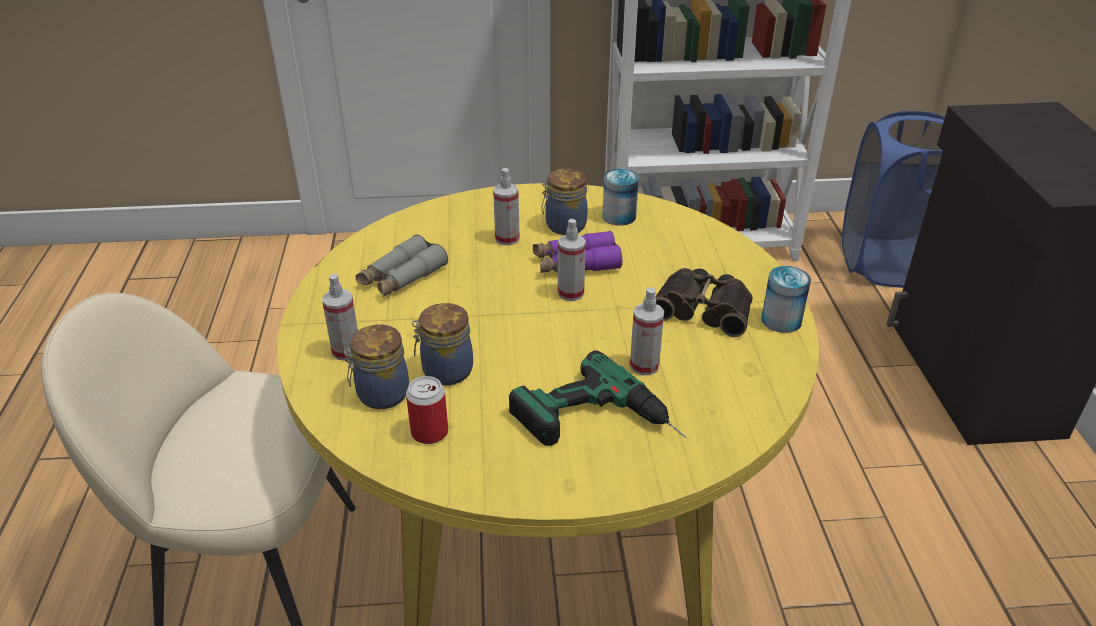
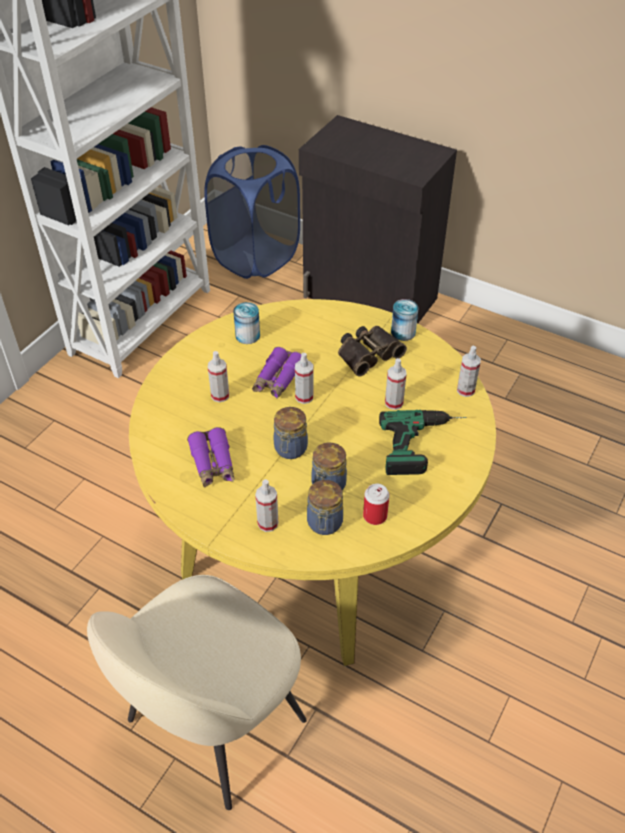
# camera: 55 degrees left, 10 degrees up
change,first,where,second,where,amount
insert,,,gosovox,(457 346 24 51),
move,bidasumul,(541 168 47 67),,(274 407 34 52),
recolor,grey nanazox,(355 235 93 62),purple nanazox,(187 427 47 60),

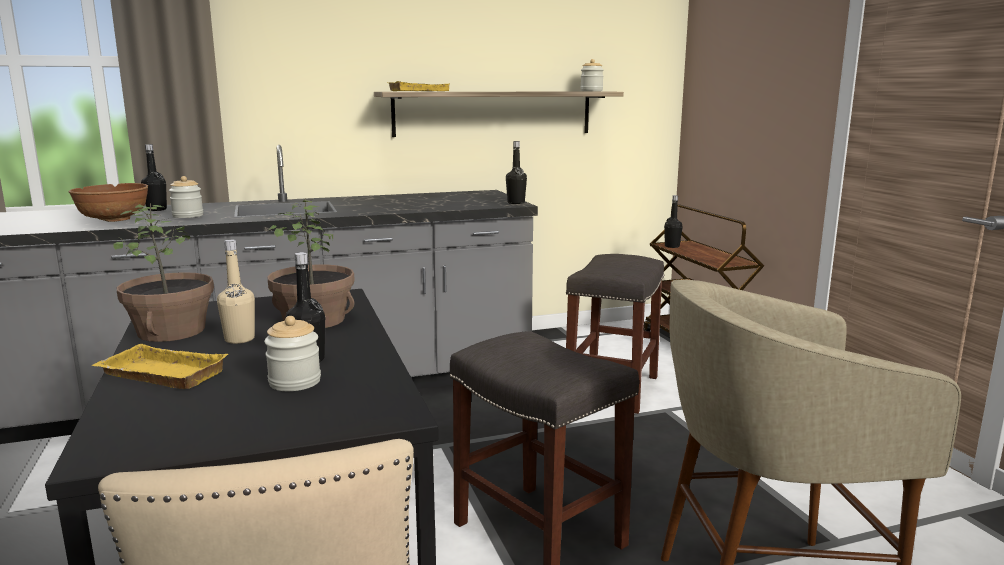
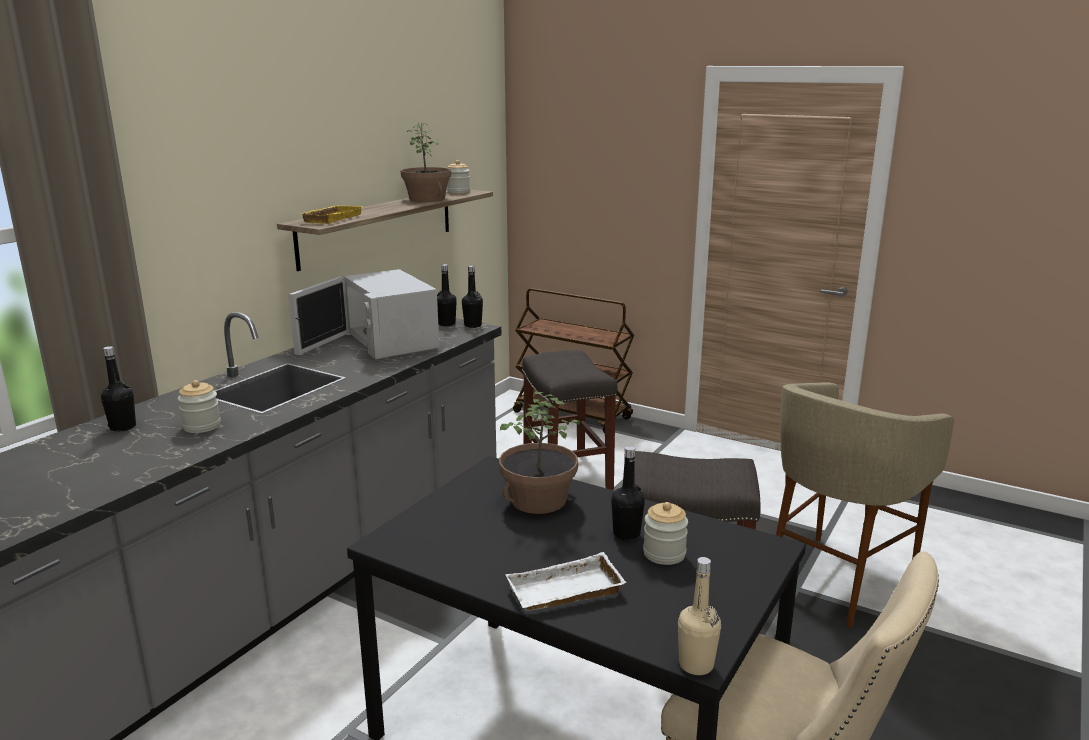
# camera: 40 degrees left, 5 degrees up
change,first,where,second,where,amount
delete,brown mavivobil,(69 183 79 39),,,
insert,,,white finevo,(288 269 151 90),
move,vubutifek,(113 203 101 139),,(401 123 50 79),
move,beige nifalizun,(217 240 38 104),,(678 557 43 118),
move,black nifalizun,(664 195 19 53),,(437 264 20 62),
recolor,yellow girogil,(92 344 136 45),white girogil,(505 552 122 59),

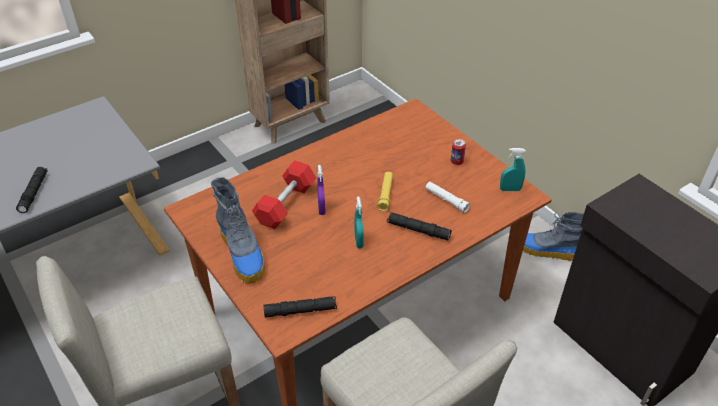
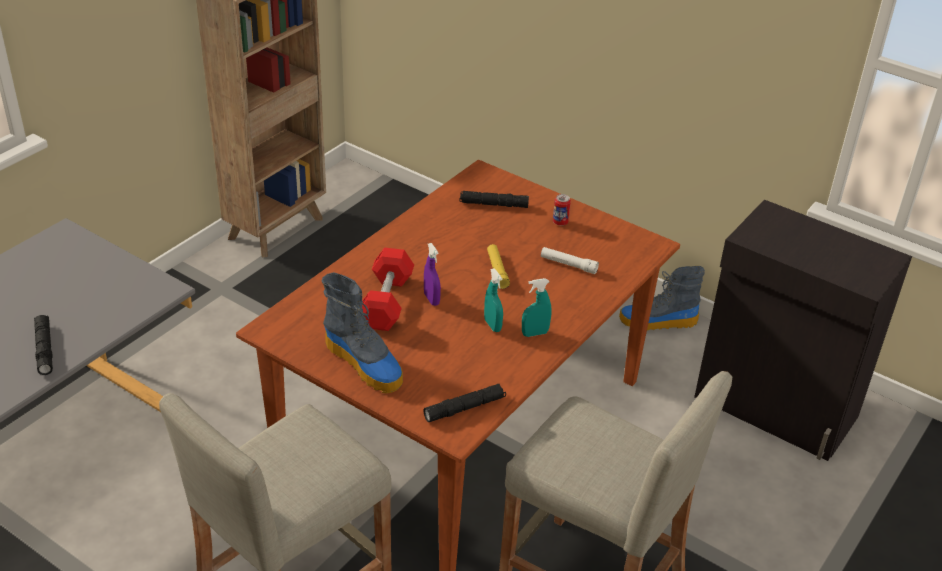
# camera: 20 degrees left, 5 degrees down
change,first,where,second,where,amount
move,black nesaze,(387 212 65 29),,(460 191 69 17),
move,turquoise gosovox,(500 148 26 43),,(522 278 30 59),

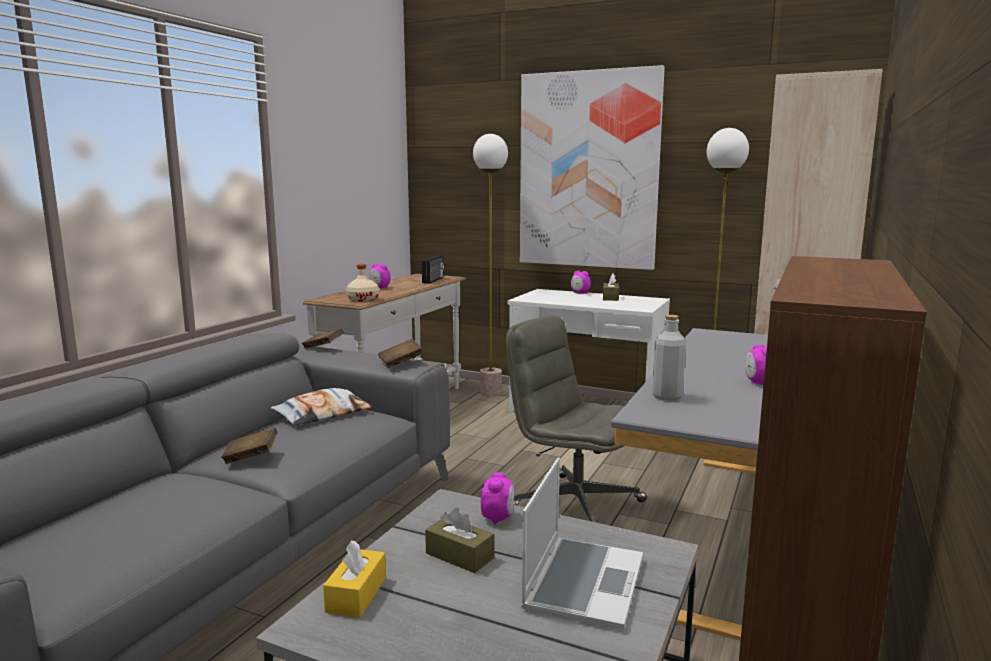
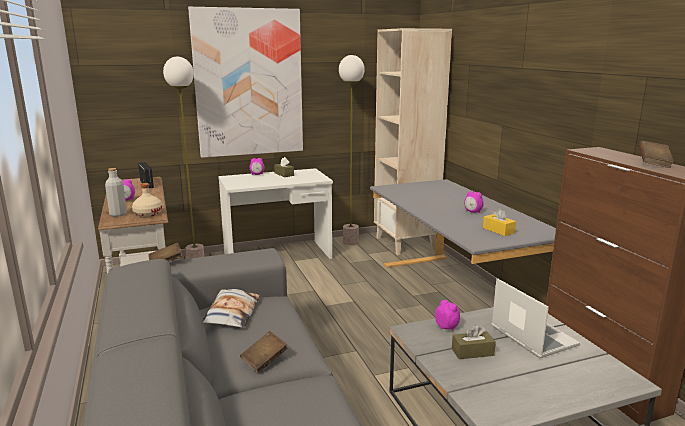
# camera: 45 degrees left, 5 degrees up
change,first,where,second,where,amount
delete,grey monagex,(506 316 141 206),,,
move,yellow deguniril,(323 540 63 78),,(483 207 33 29),
move,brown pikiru,(378 339 45 29),,(639 140 35 28),
move,grey nifalizun,(652 315 34 86),,(105 168 22 49),

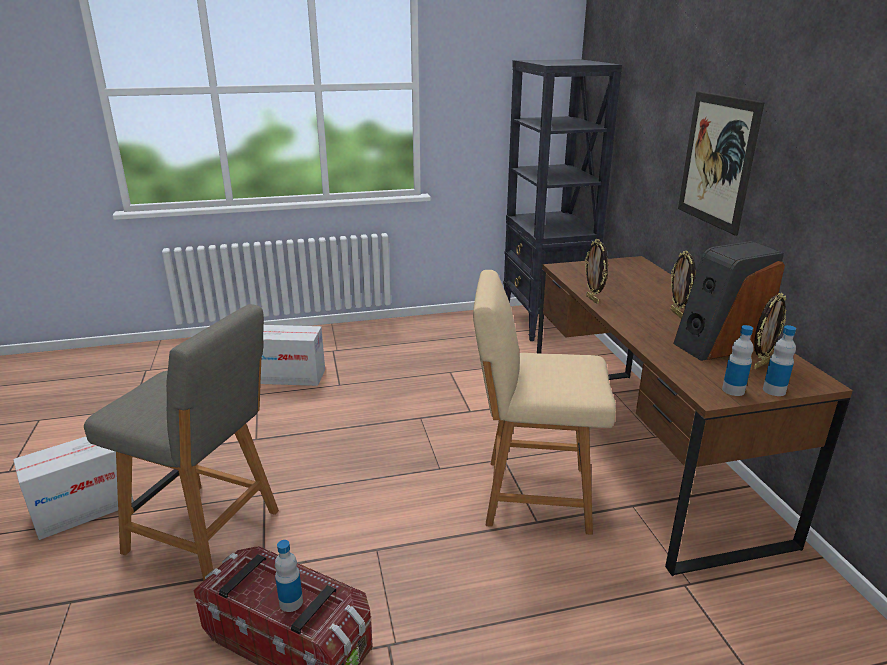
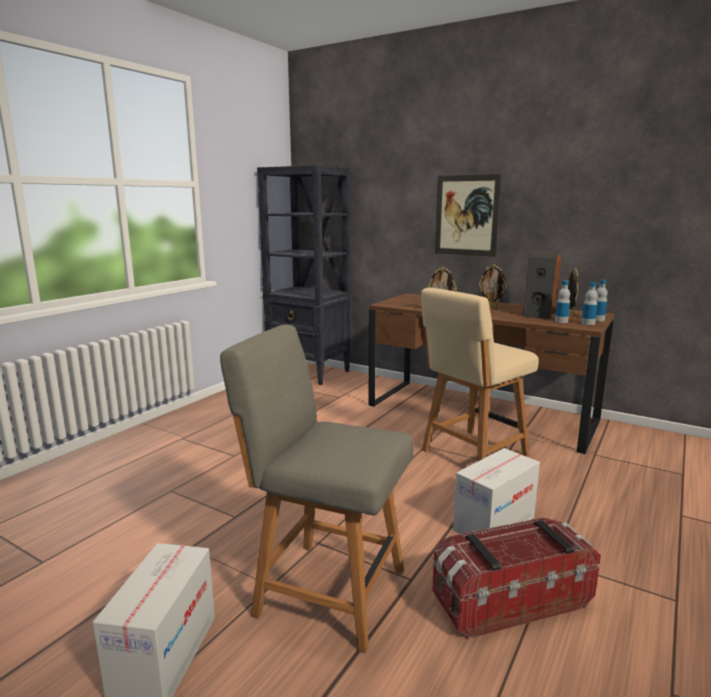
# camera: 45 degrees left, 10 degrees down
change,first,where,second,where,amount
move,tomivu,(261 325 64 61),,(453 448 87 86),
move,nifalizun,(275 540 28 72),,(555 281 15 42),
rotate,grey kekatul,(84 304 195 277),,(220 325 194 328),135 degrees counterclockwise

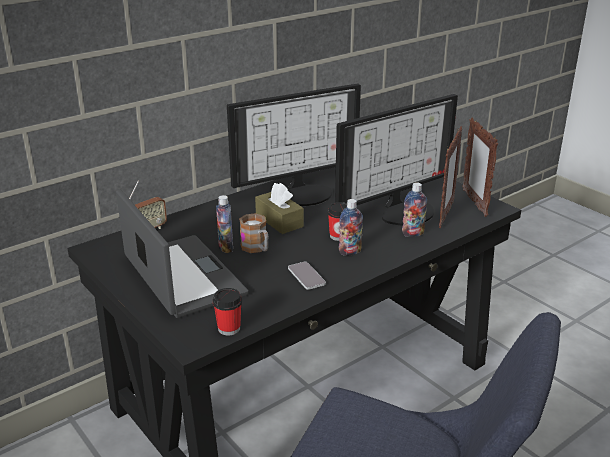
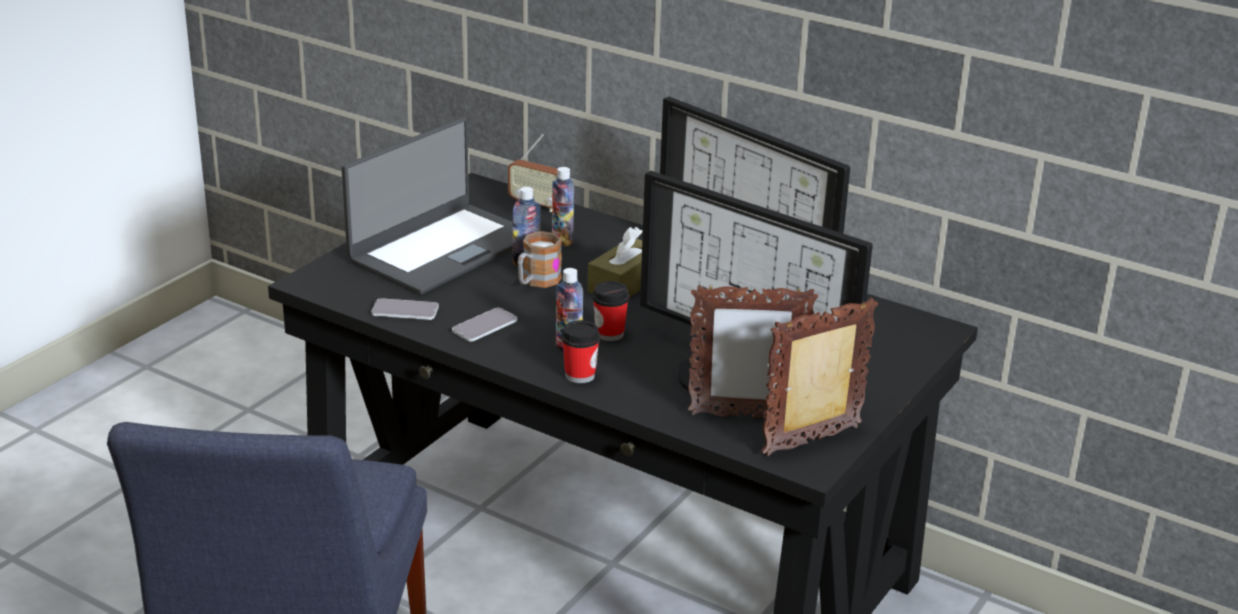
# camera: 70 degrees right, 0 degrees up
change,first,where,second,where,amount
insert,,,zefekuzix,(371 298 68 22),
move,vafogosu,(213 288 29 47),,(561 320 39 63),
move,nifalizun,(402 183 25 54),,(552 167 22 79),

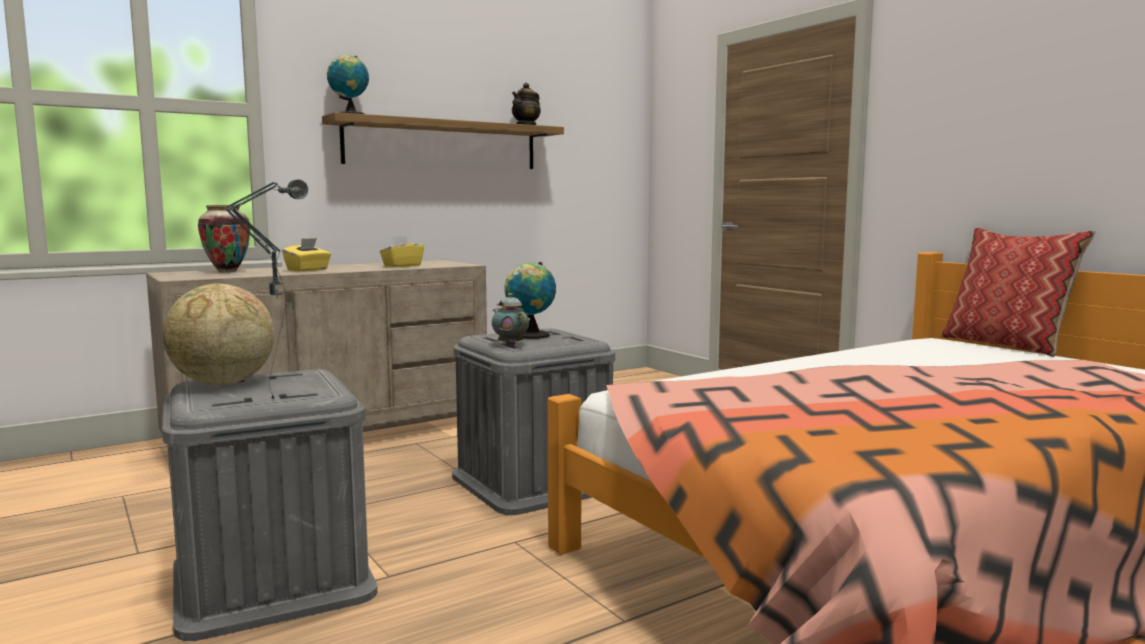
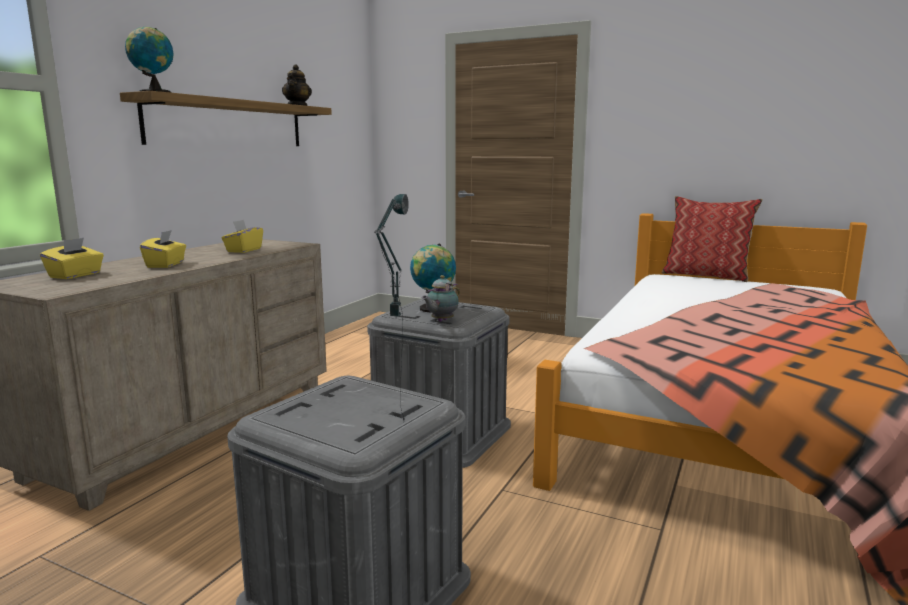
# camera: 30 degrees left, 5 degrees up
change,first,where,second,where,amount
delete,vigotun,(163 284 111 101),,,
replace,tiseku,(198 205 52 68),yellow deguniril,(40 238 64 41),
rotate,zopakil,(492 293 37 53),,(422 275 38 47),75 degrees counterclockwise

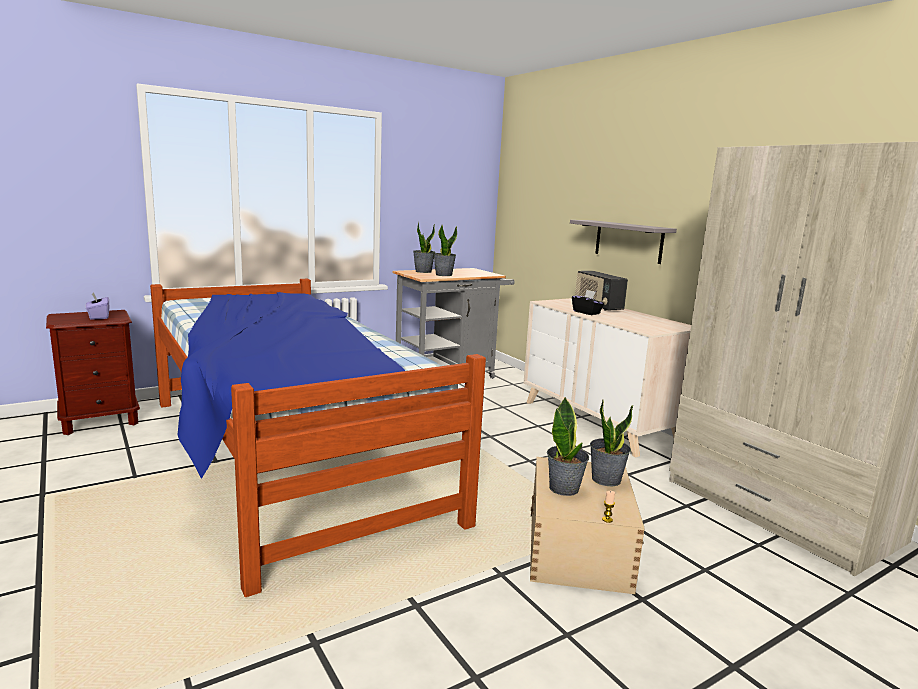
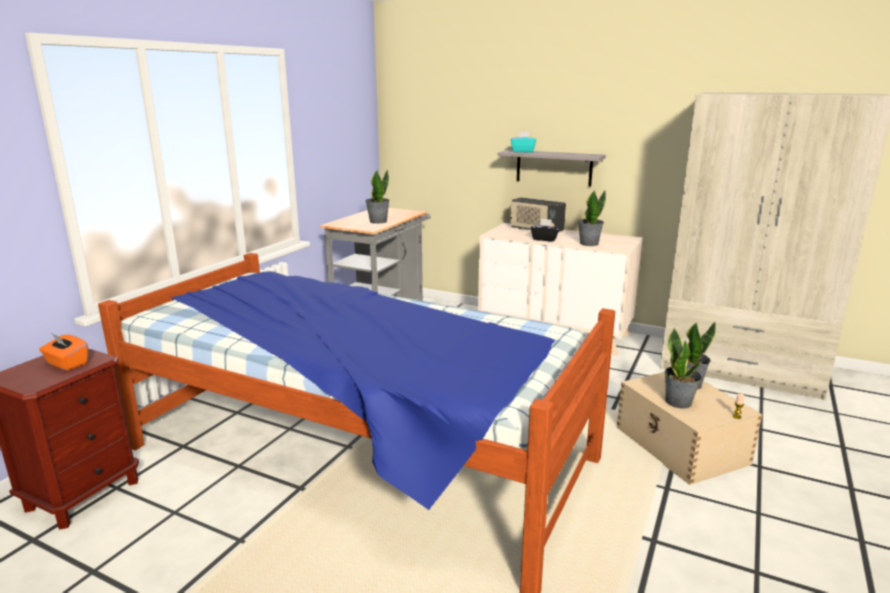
# camera: 30 degrees left, 5 degrees up
change,first,where,second,where,amount
insert,,,turquoise deguniril,(511 132 25 21),
move,vubutifek,(413 222 22 51),,(578 190 28 56),
recolor,purple deguniril,(85 292 24 28),orange deguniril,(39 334 49 37),

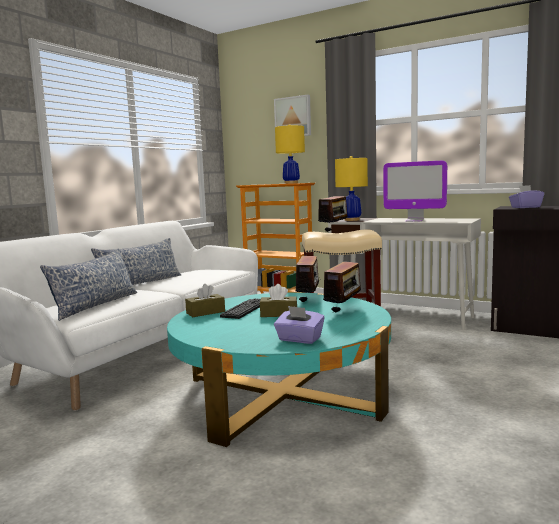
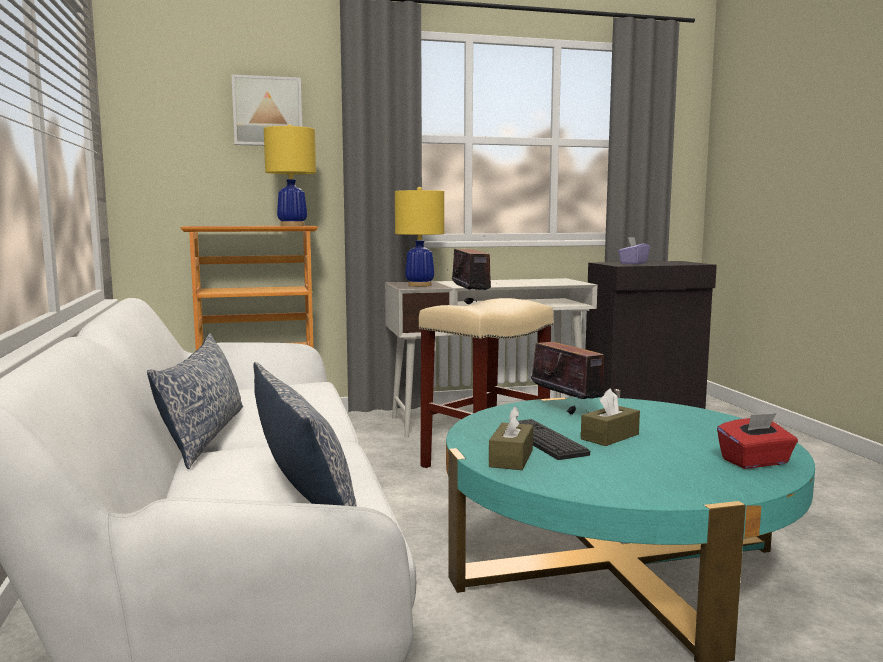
# camera: 45 degrees left, 0 degrees up
change,first,where,second,where,amount
delete,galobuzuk,(319 261 45 52),,,
delete,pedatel,(383 161 64 61),,,
recolor,purple deguniril,(274 306 51 38),red deguniril,(717 413 81 56),

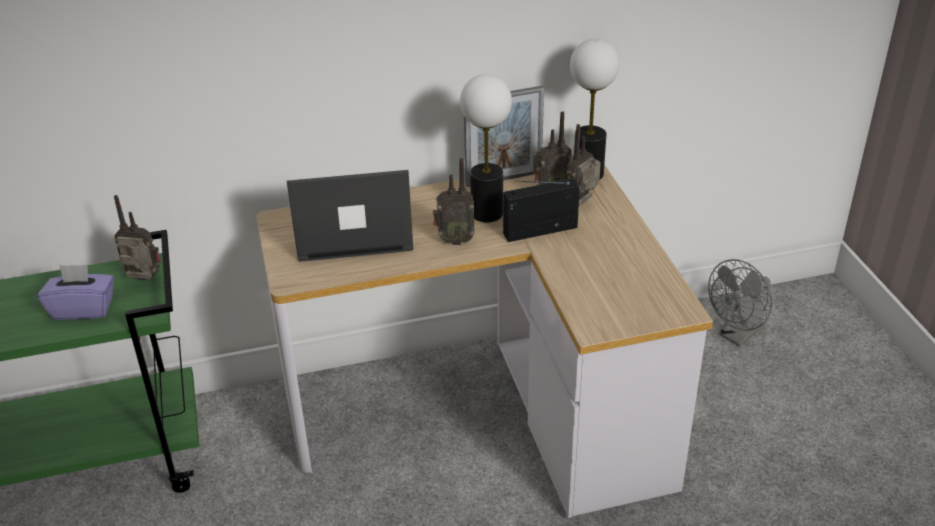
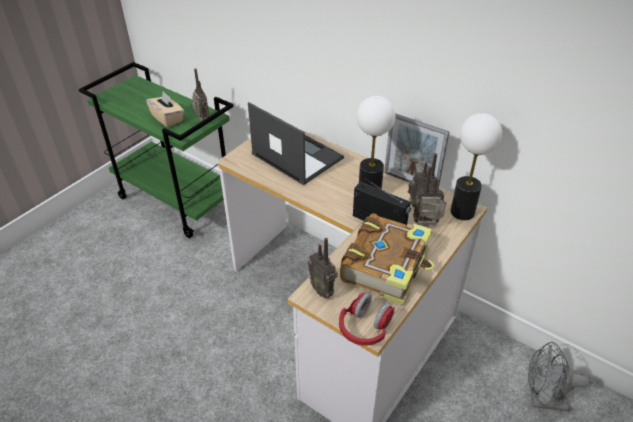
# camera: 50 degrees right, 5 degrees up
change,first,where,second,where,amount
insert,,,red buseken,(339 292 56 54),
insert,,,pikiru,(340 213 94 92),
move,galobuzuk,(433 158 42 87),,(308 238 29 60),
recolor,purple deguniril,(38 265 76 55),beige deguniril,(146 92 38 35),

